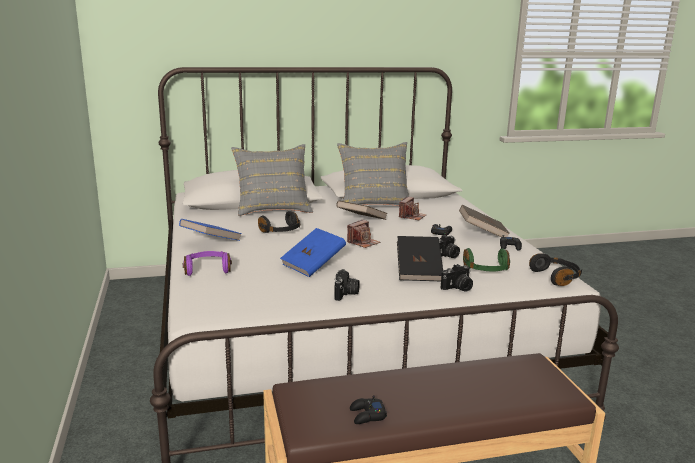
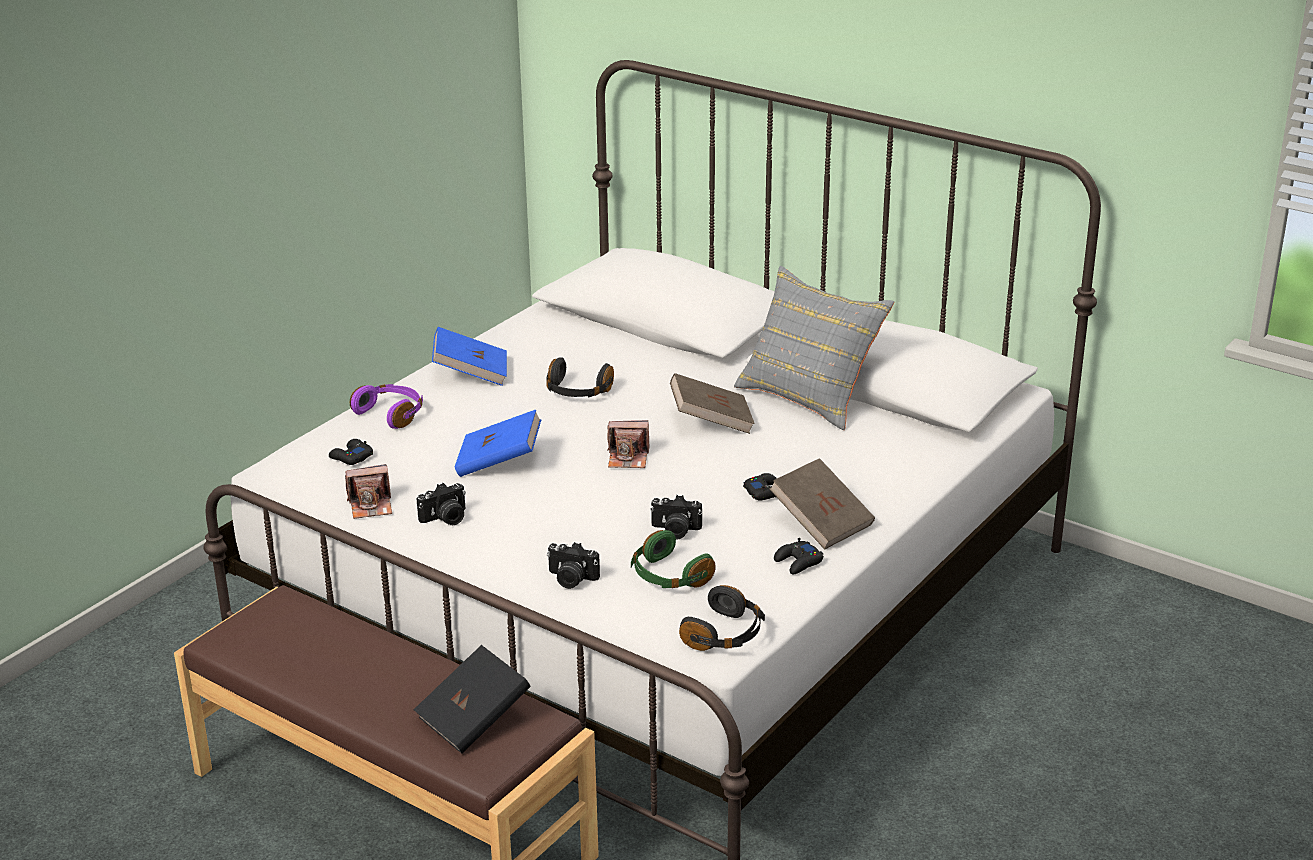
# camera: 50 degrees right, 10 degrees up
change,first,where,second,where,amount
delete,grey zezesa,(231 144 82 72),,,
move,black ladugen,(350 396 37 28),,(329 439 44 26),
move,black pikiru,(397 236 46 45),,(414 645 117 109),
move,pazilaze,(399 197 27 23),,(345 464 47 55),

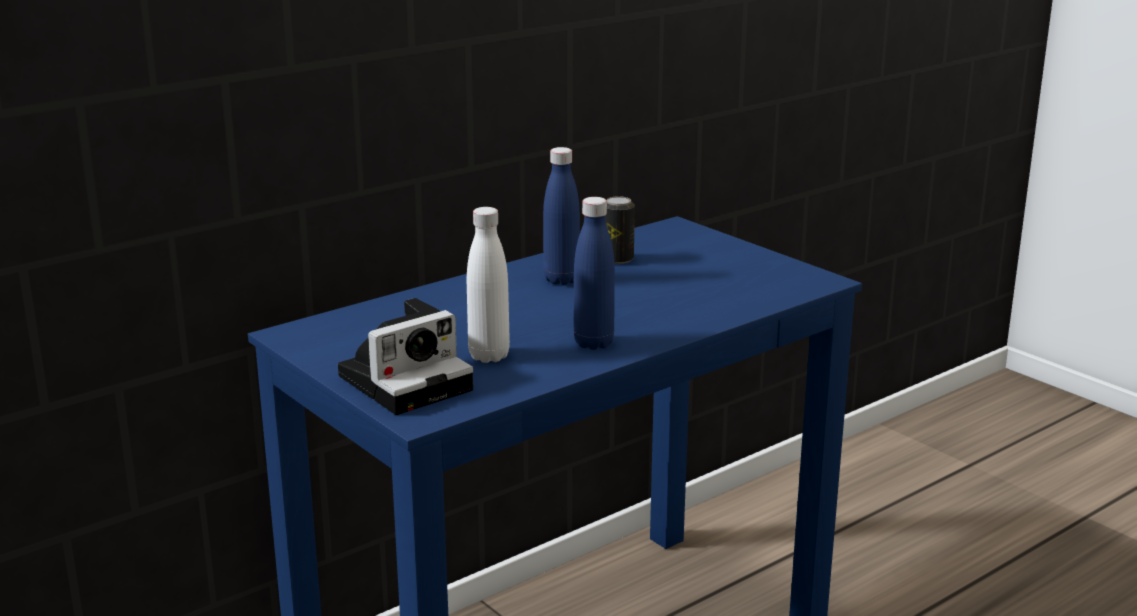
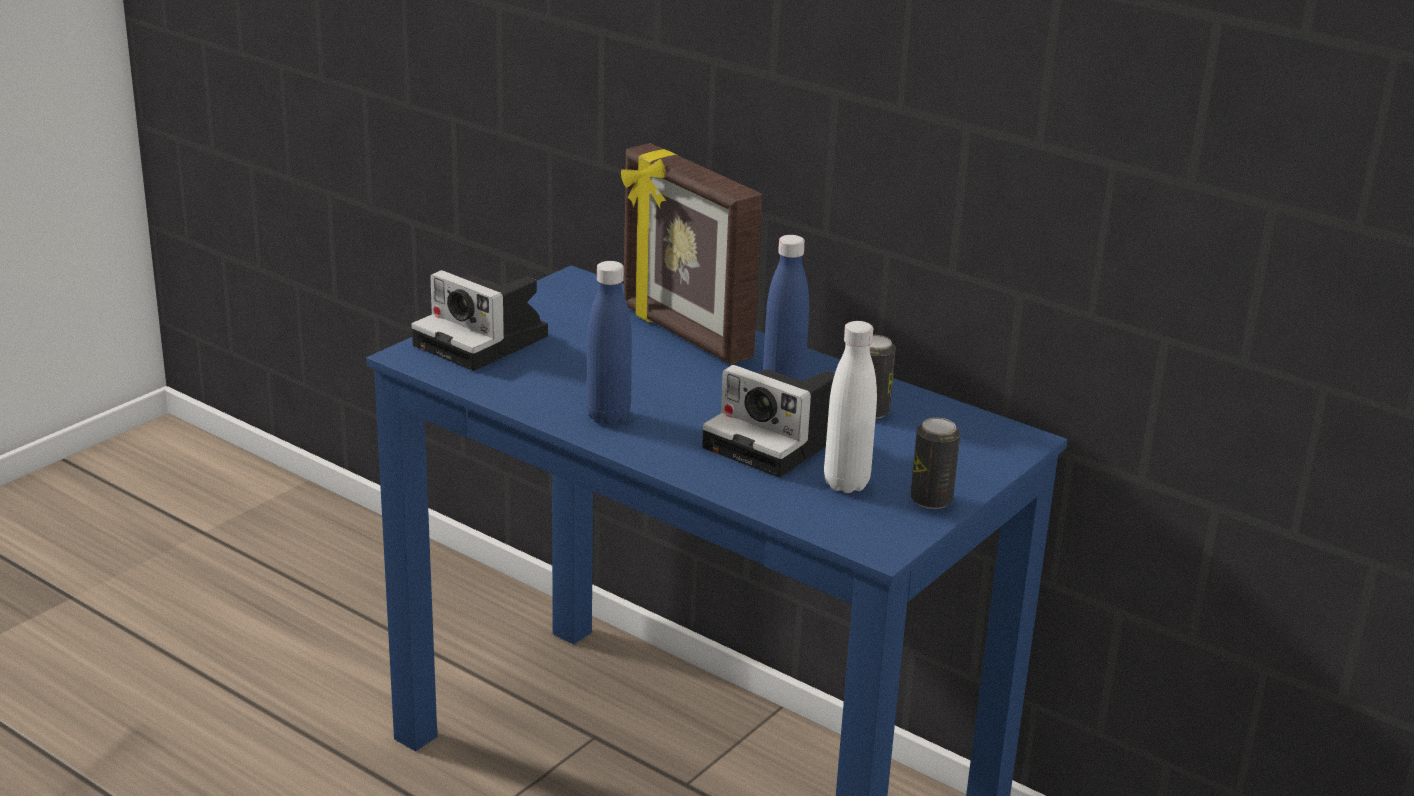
# camera: 75 degrees right, 5 degrees up
change,first,where,second,where,amount
insert,,,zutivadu,(621 143 141 221),
insert,,,pazilaze,(702 365 133 112),
insert,,,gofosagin,(910 418 50 91),
move,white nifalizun,(467 207 43 156),,(824 321 53 172),

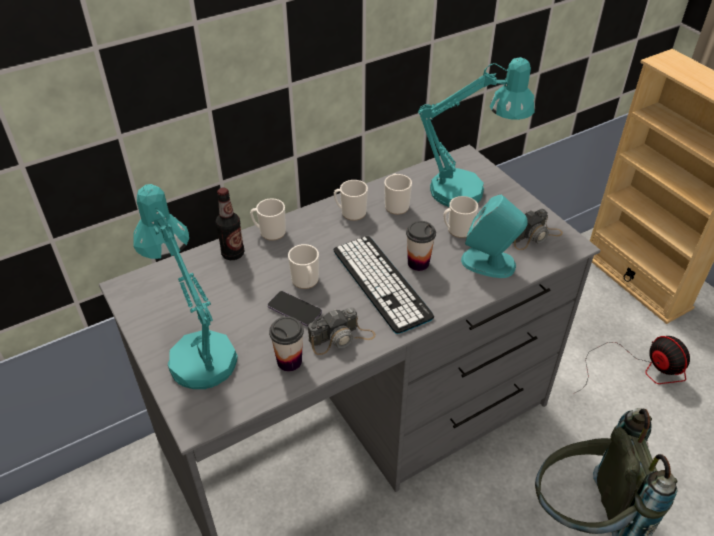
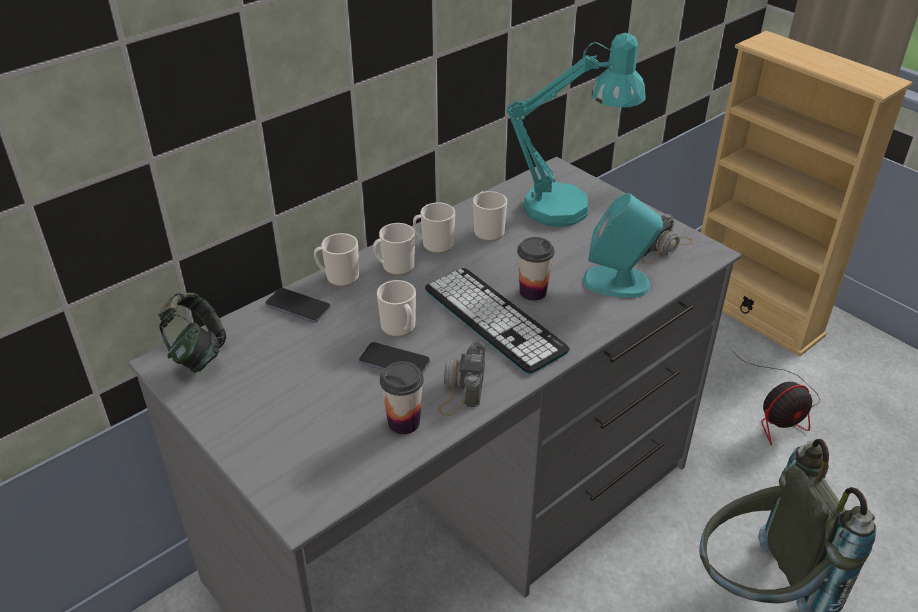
# camera: 10 degrees left, 5 degrees down
change,first,where,second,where,amount
delete,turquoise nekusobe,(133 184 105 205),,,
insert,,,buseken,(158 293 68 80),
move,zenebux,(443 196 35 42),,(373 223 42 52),
replace,nifalizun,(216 188 28 72),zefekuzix,(265 288 66 35),
rotate,pazilaze,(308 307 68 48),,(438 341 47 75),135 degrees clockwise
rotate,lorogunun,(573 336 117 58),,(732 351 88 94),105 degrees clockwise

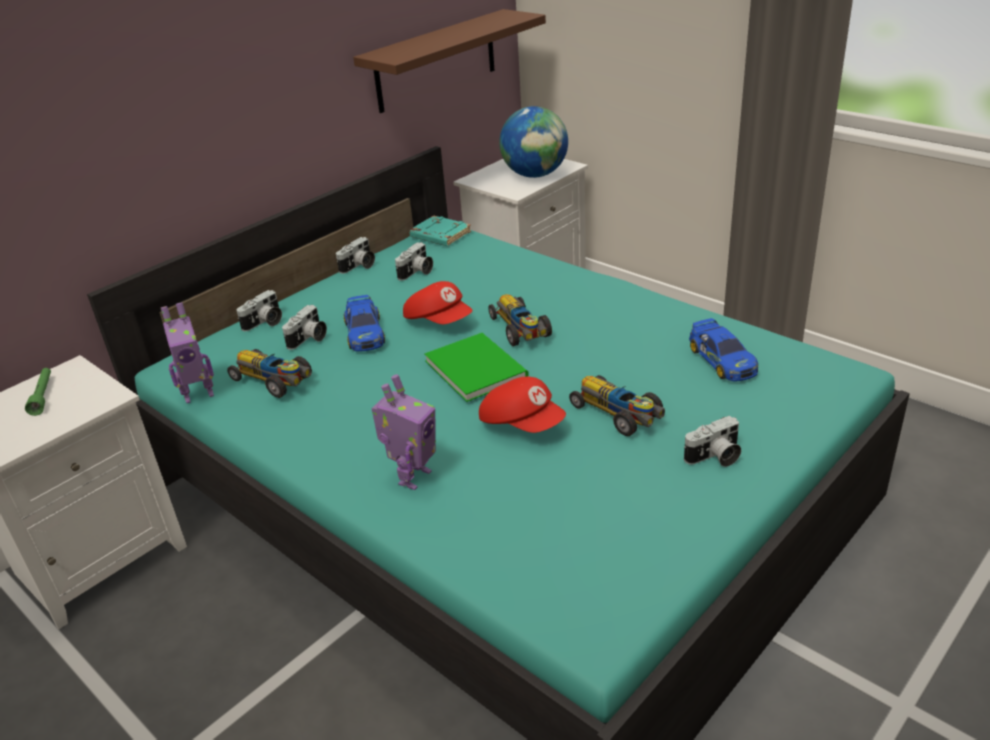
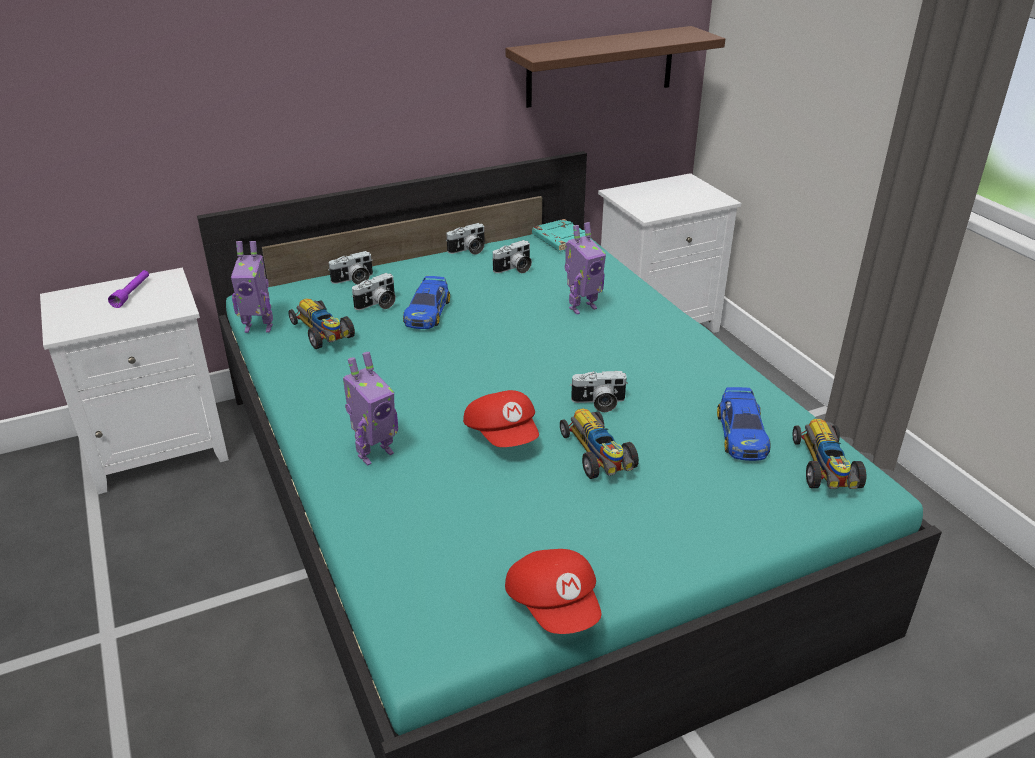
# camera: 20 degrees right, 0 degrees up
change,first,where,second,where,amount
delete,green pikiru,(424 333 105 69),,,
delete,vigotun,(499 106 69 72),,,
insert,,,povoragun,(565 222 41 92),
move,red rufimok,(403 281 70 43),,(505 549 96 85),
move,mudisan,(488 294 64 52),,(792 419 74 70),
move,pazilaze,(684 416 57 51),,(570 371 58 41),
recolor,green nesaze,(25 368 26 48),purple nesaze,(108 270 41 38),

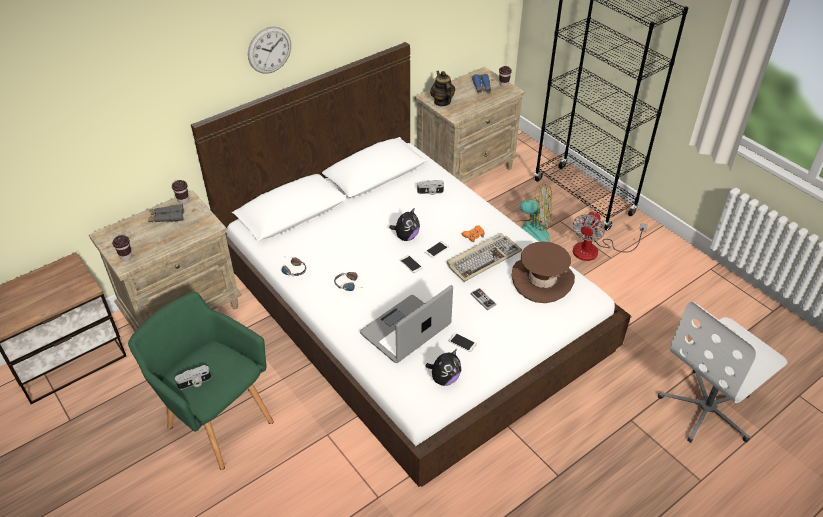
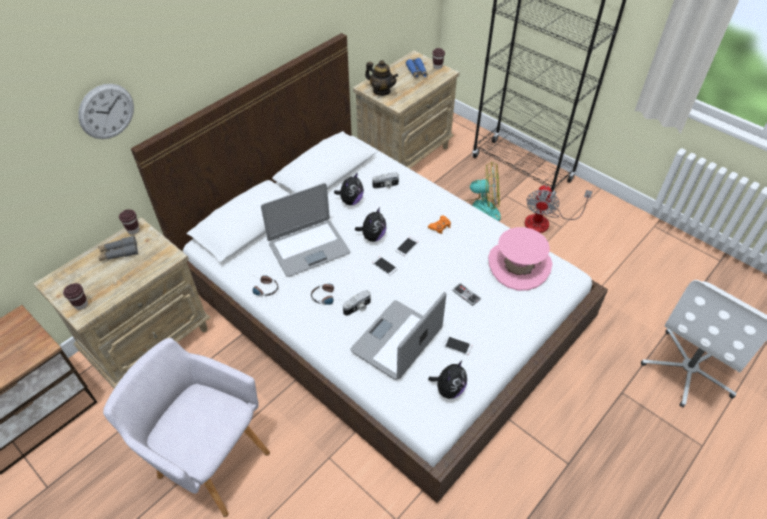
# camera: 10 degrees left, 5 degrees up
change,first,where,second,where,amount
delete,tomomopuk,(447 233 75 49),,,
insert,,,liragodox,(261 183 89 94),
insert,,,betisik,(334 172 30 33),
move,pazilaze,(175 365 36 25),,(343 290 28 26),
move,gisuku,(248 26 43 48),,(78 84 56 55),
recolor,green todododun,(128 292 146 178),grey todododun,(103 338 167 179),
recolor,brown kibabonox,(511 241 64 62),pink kibabonox,(488 227 65 64),
rotate,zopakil,(430 71 25 35),,(365 60 33 36),150 degrees clockwise

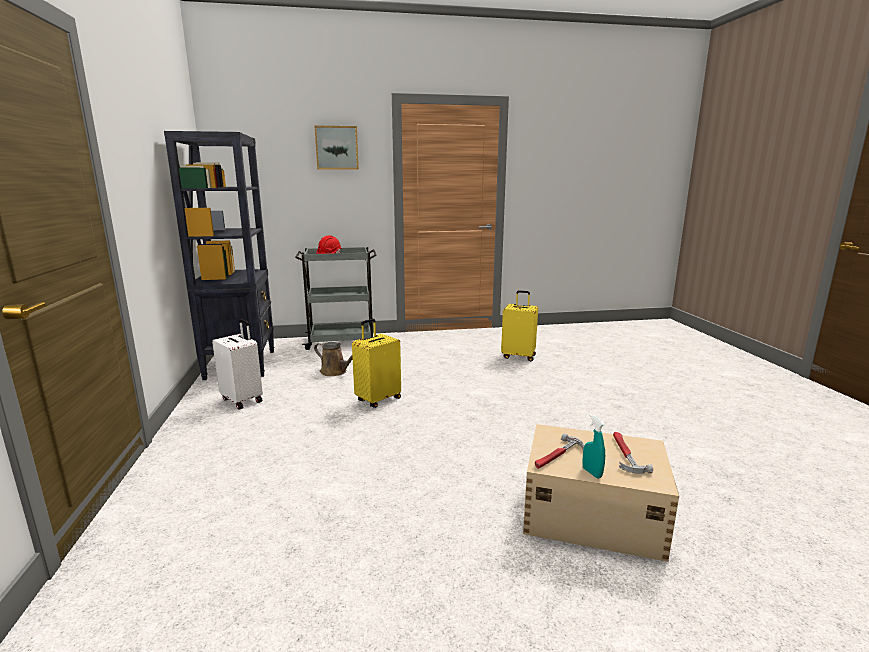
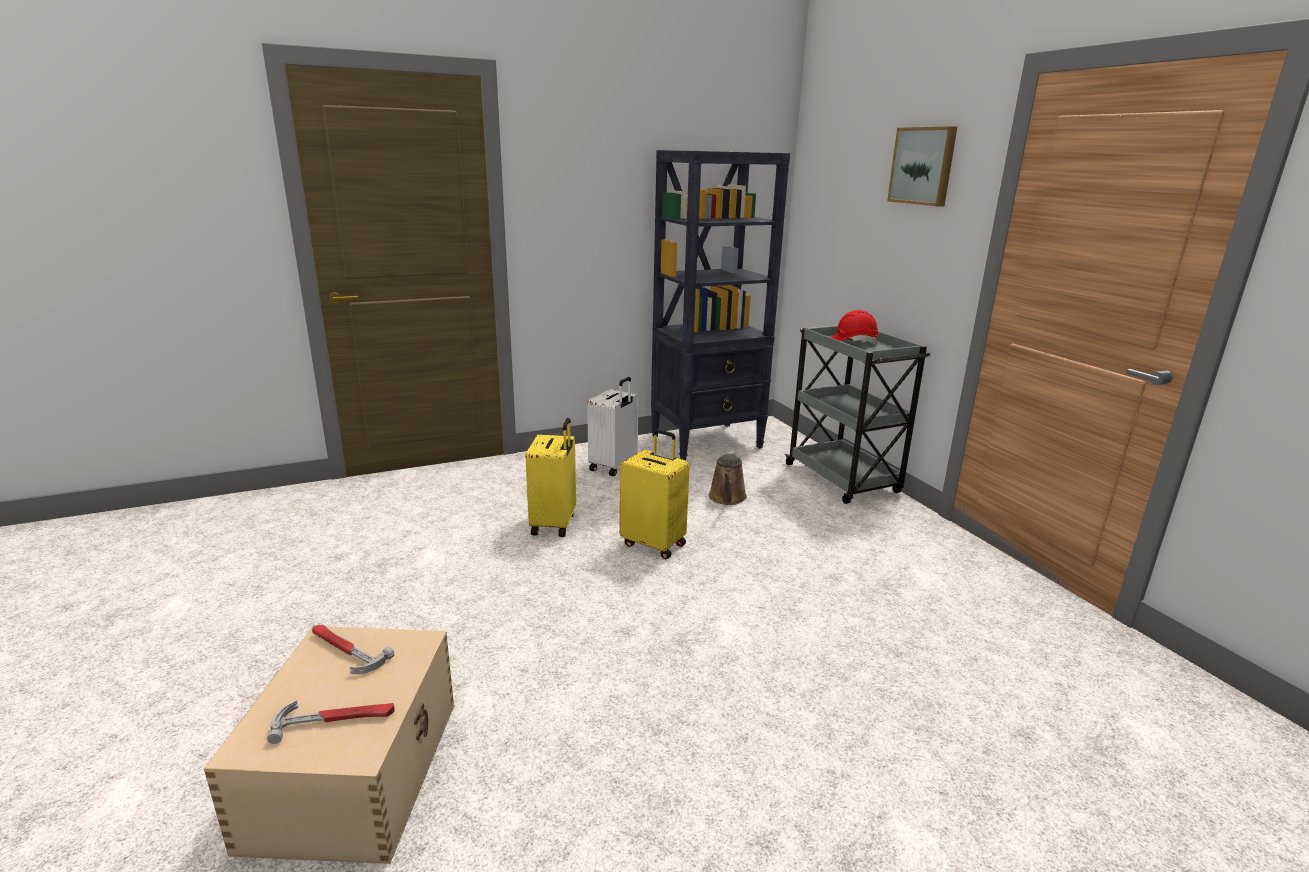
# camera: 75 degrees right, 5 degrees up
change,first,where,second,where,amount
delete,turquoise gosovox,(582 414 23 65),,,
move,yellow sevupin,(501 290 37 71),,(525 418 51 119),

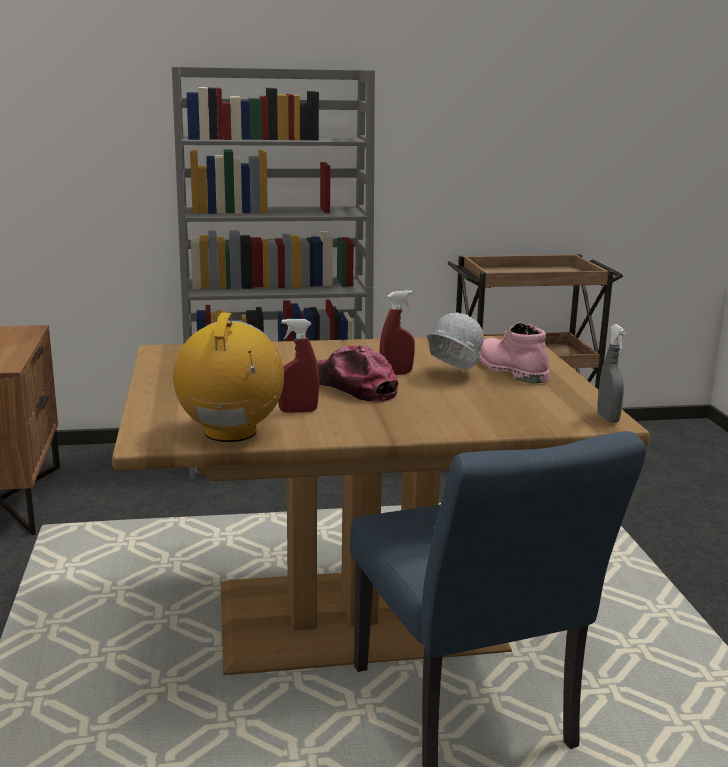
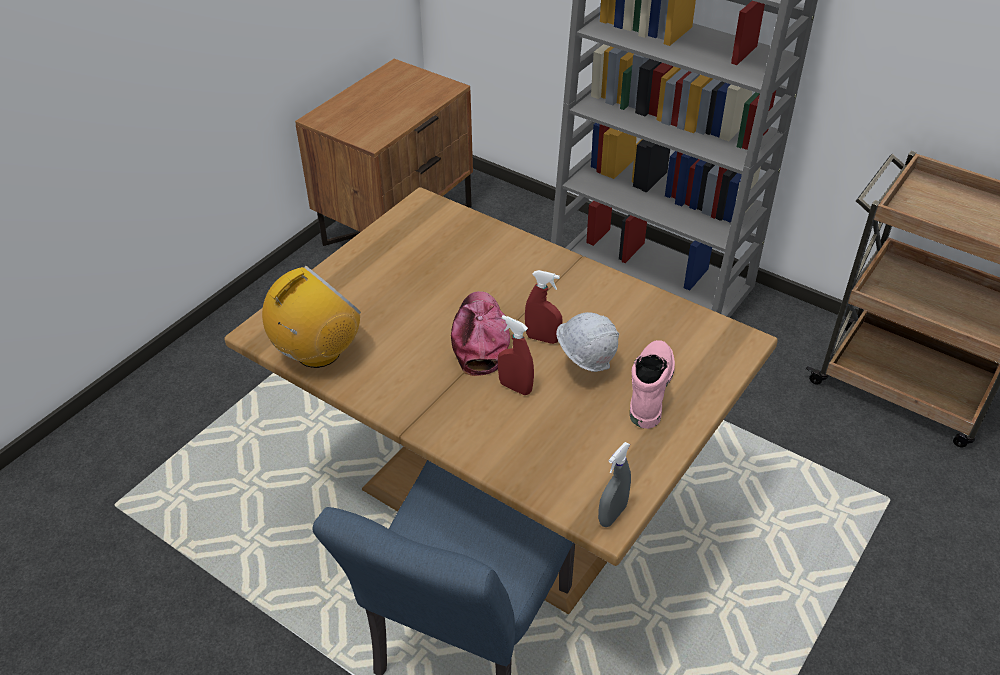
# camera: 45 degrees right, 25 degrees up
change,first,where,second,where,amount
move,red gosovox,(278 319 42 94),,(498 315 36 80),

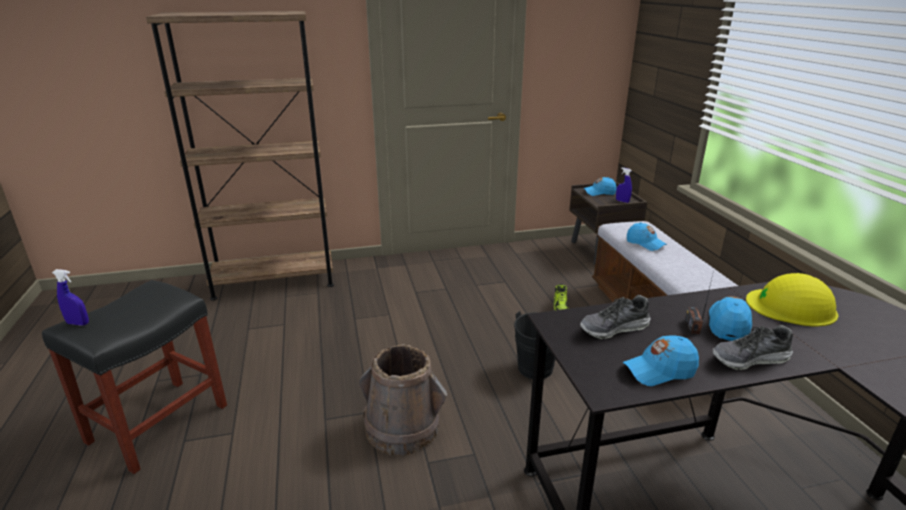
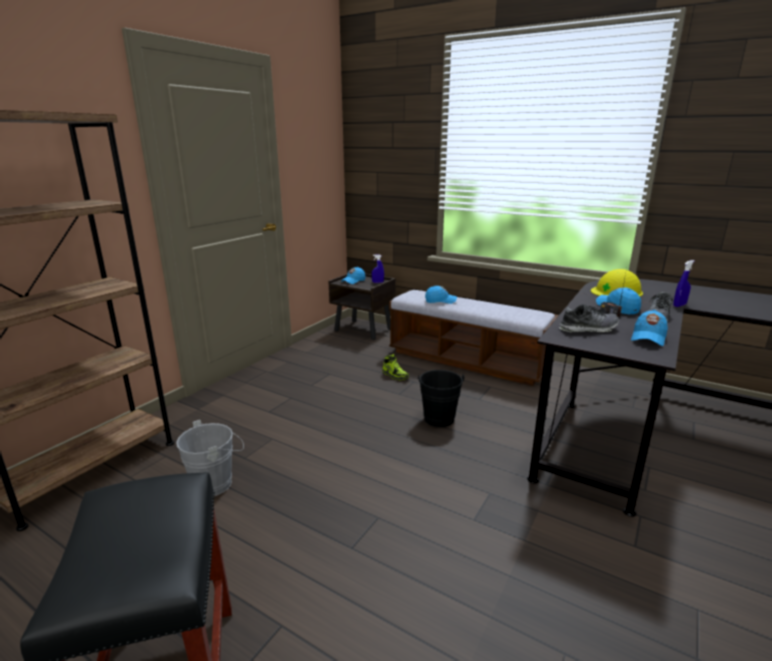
# camera: 45 degrees left, 5 degrees down
change,first,where,second,where,amount
delete,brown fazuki,(359 344 89 112),,,
insert,,,grey fazuki,(176 420 68 76),
move,blue gosovox,(52 269 37 57),,(673 260 22 47),
rotate,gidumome,(580 295 71 44),,(559 304 60 29),120 degrees counterclockwise

